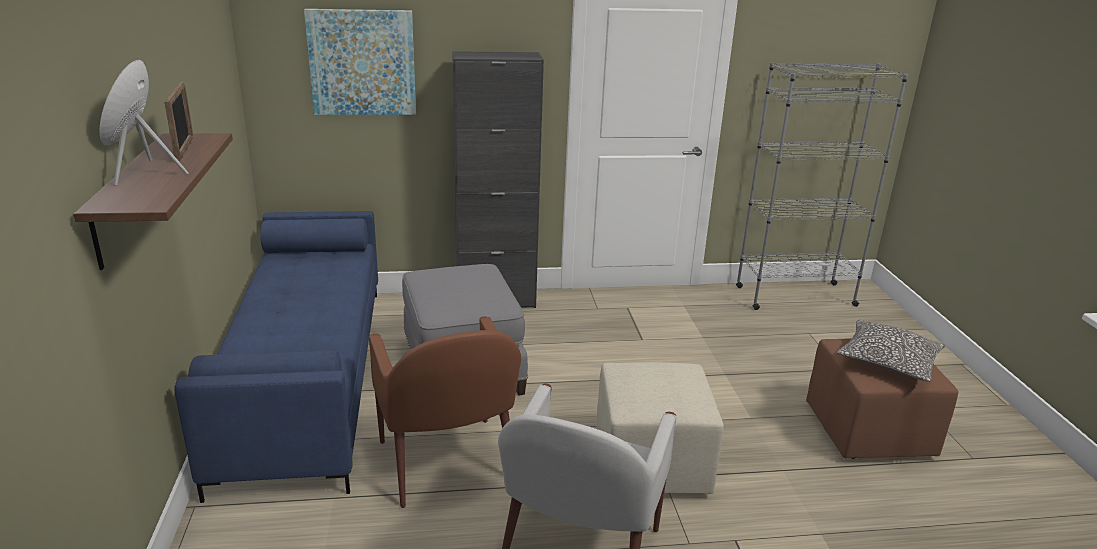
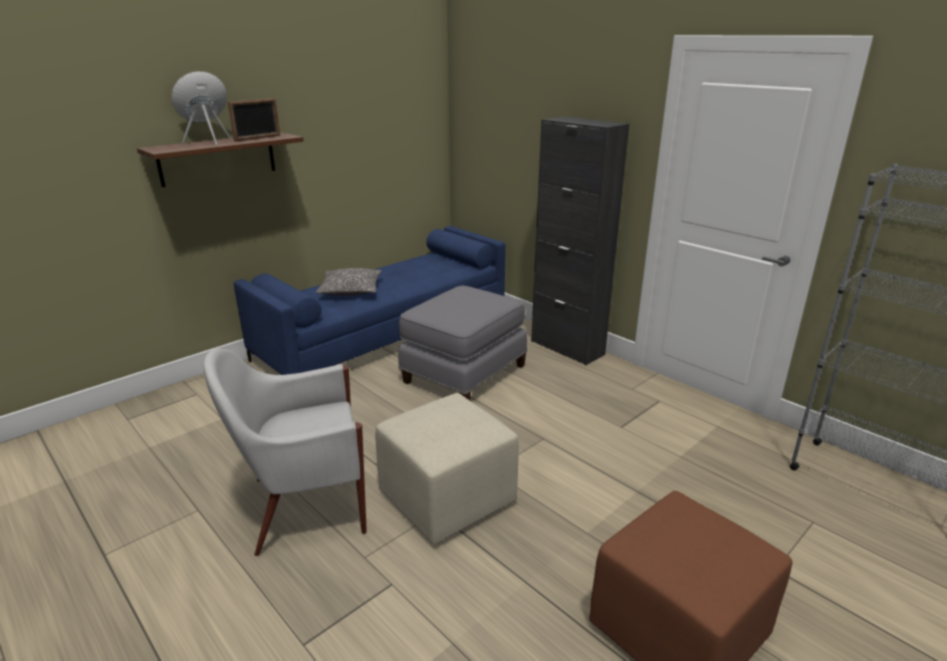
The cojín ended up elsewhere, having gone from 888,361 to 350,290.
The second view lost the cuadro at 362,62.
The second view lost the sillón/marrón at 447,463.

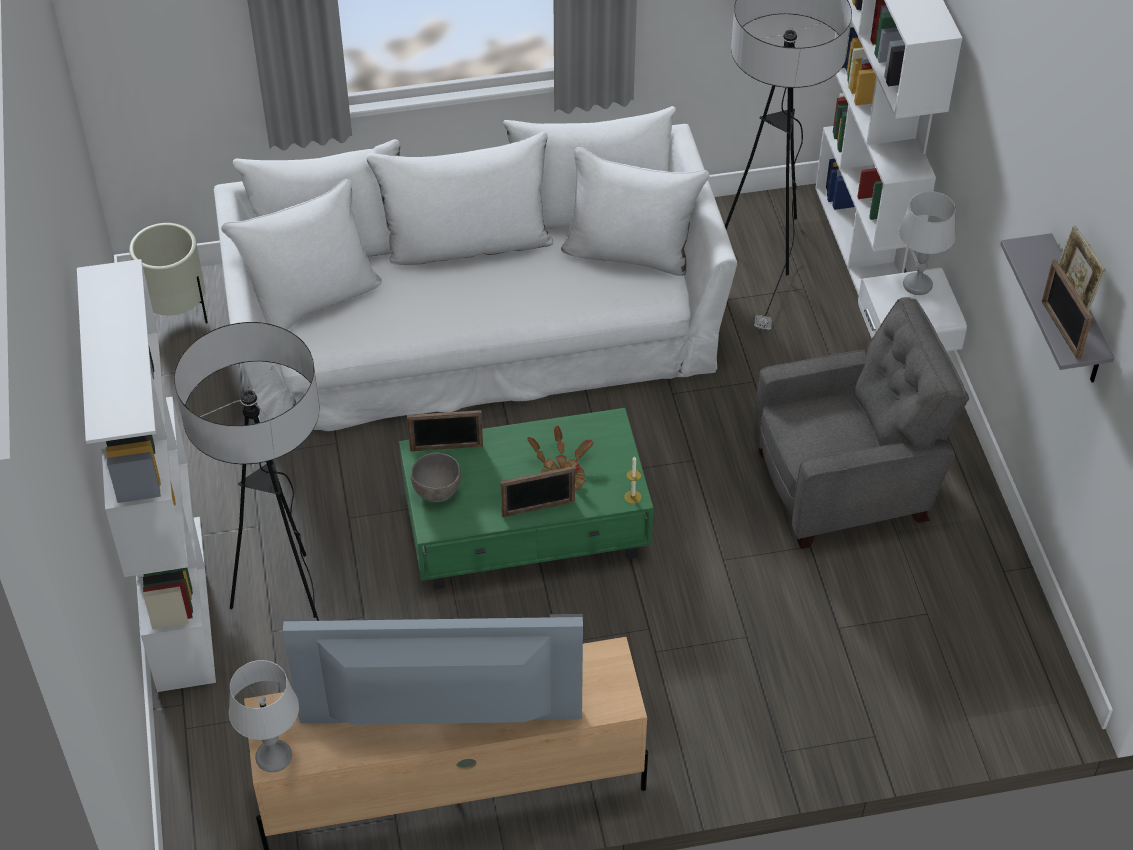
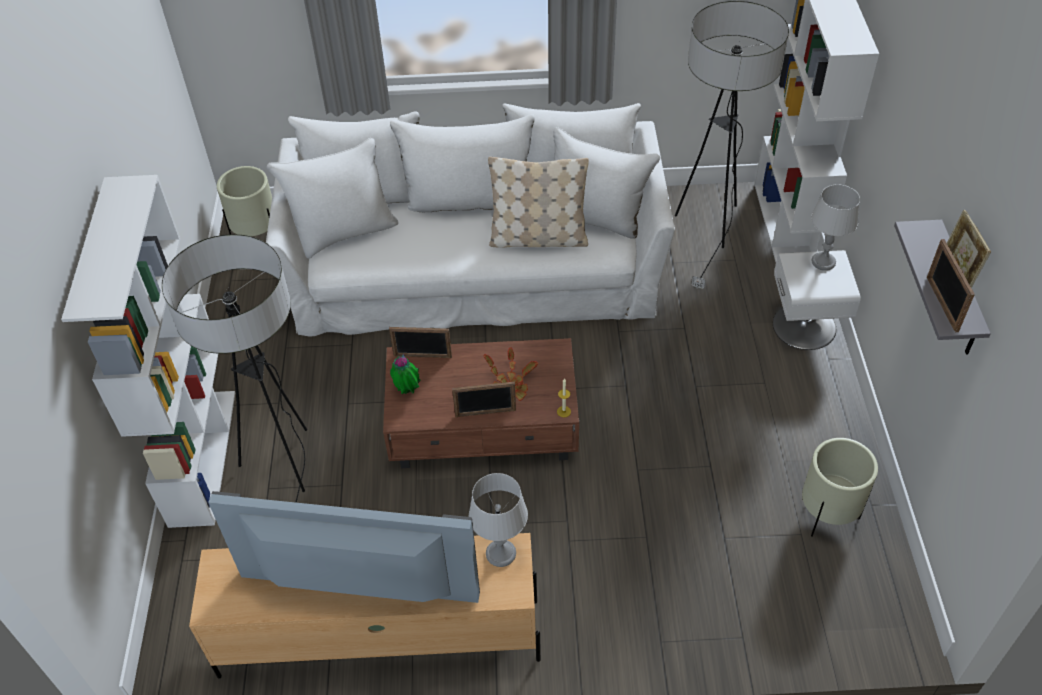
What was the mesa de centro/verde at 528,527 turned into the mesa de centro/marrón at 485,425.
Where the cuenco/gris stood at 436,492, the planta en maceta came to stand at 407,391.
The lámpara de mesa/gris ended up elsewhere, having gone from 273,757 to 500,553.
The second view gained the cojín/beis at 538,238.
The second view gained the maceta/beis at 827,515.
The second view lost the sillón/gris at 847,485.

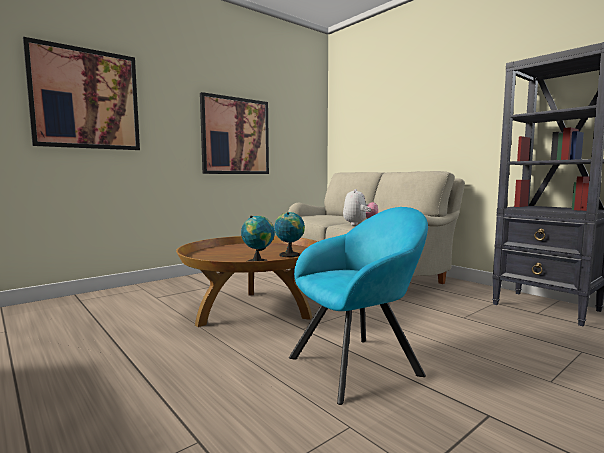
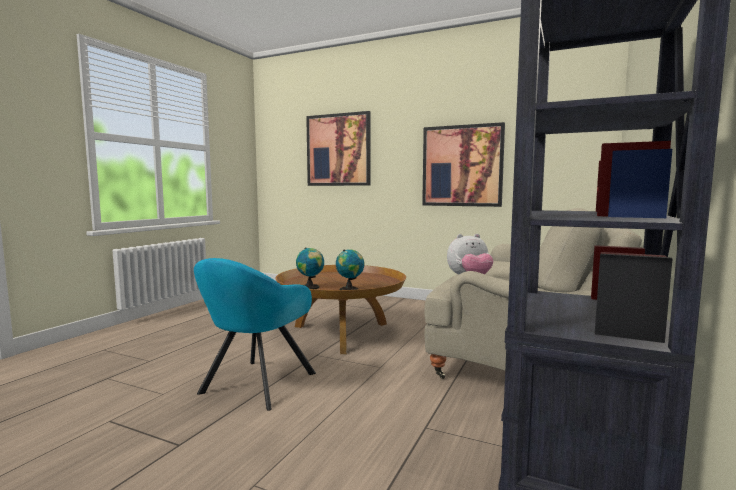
The sillón/turquesa at 360,364 ended up facing another way, 75 degrees clockwise from before.

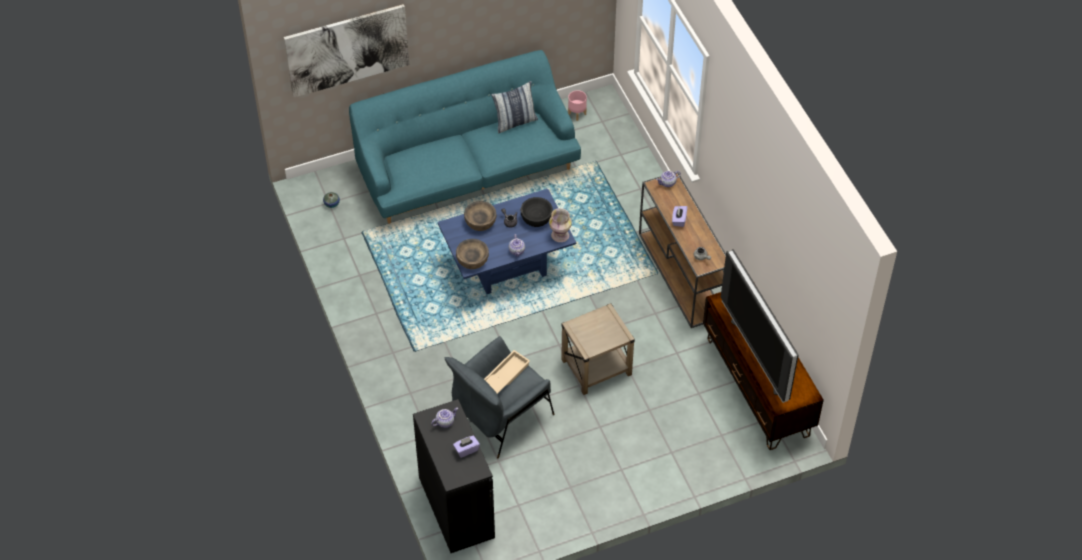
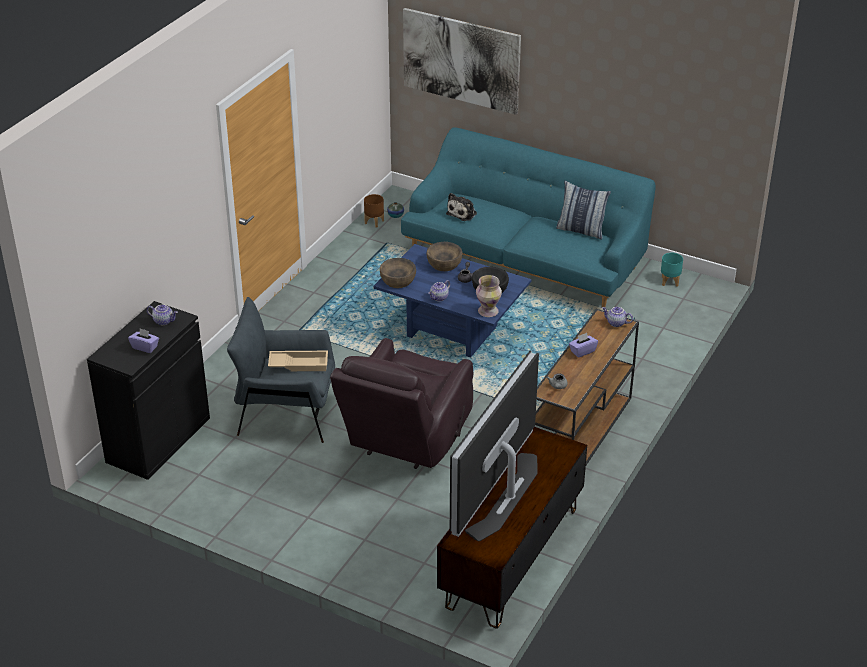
Where the mesa auxiliar/beis stood at 596,367, the sillón/marrón came to stand at 405,439.
The second view gained the maceta/marrón at 374,222.
The second view gained the peluche at 463,213.
What was the maceta/rosa at 576,113 turned into the maceta/turquesa at 670,281.

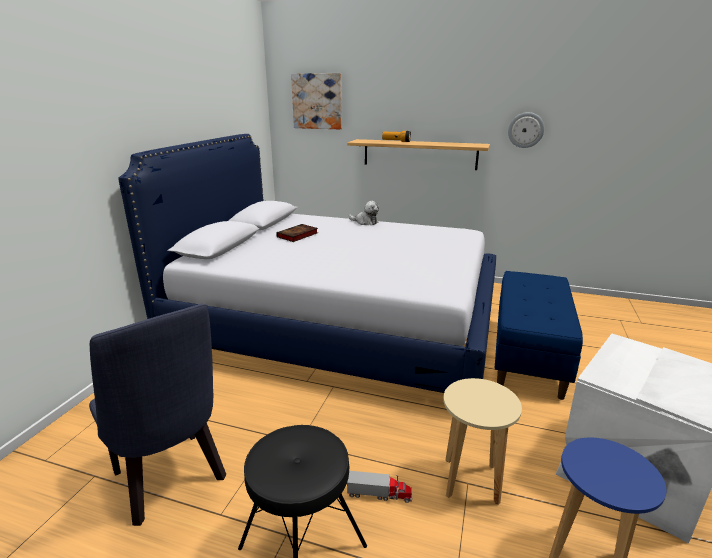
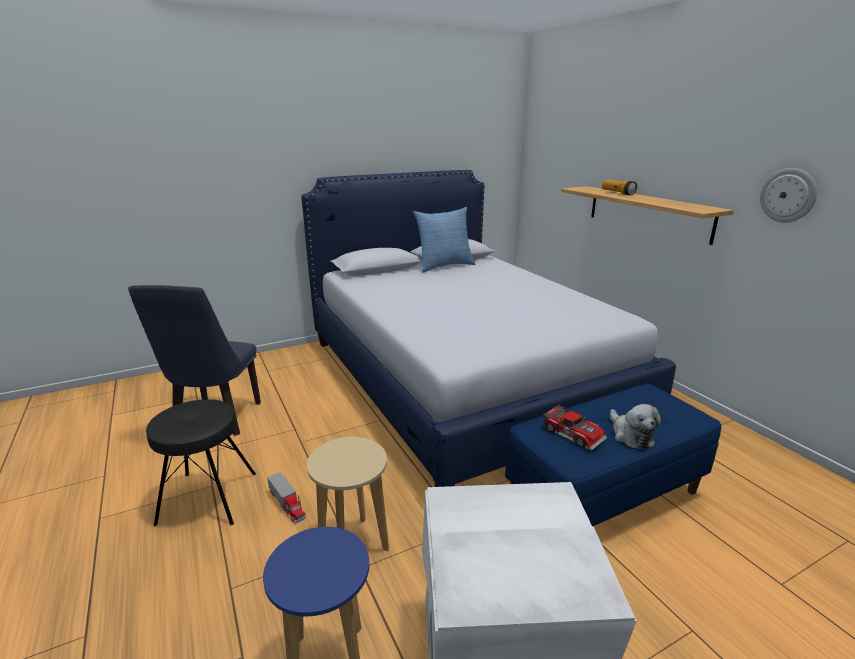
The second view gained the cojín at 444,266.
The second view gained the coche de juguete at 574,433.
The peluche ended up elsewhere, having gone from 365,222 to 630,435.
The second view lost the libro at 297,235.
The second view lost the cuadro at 317,101.

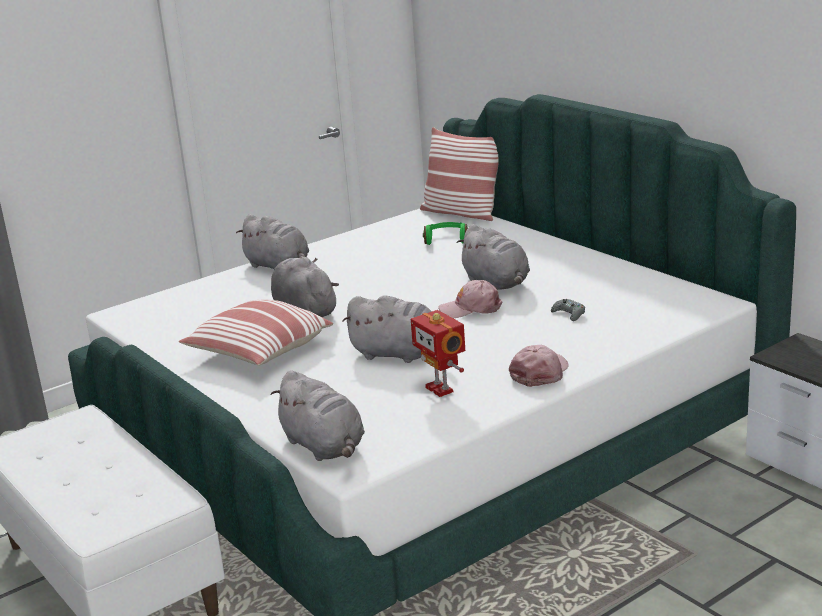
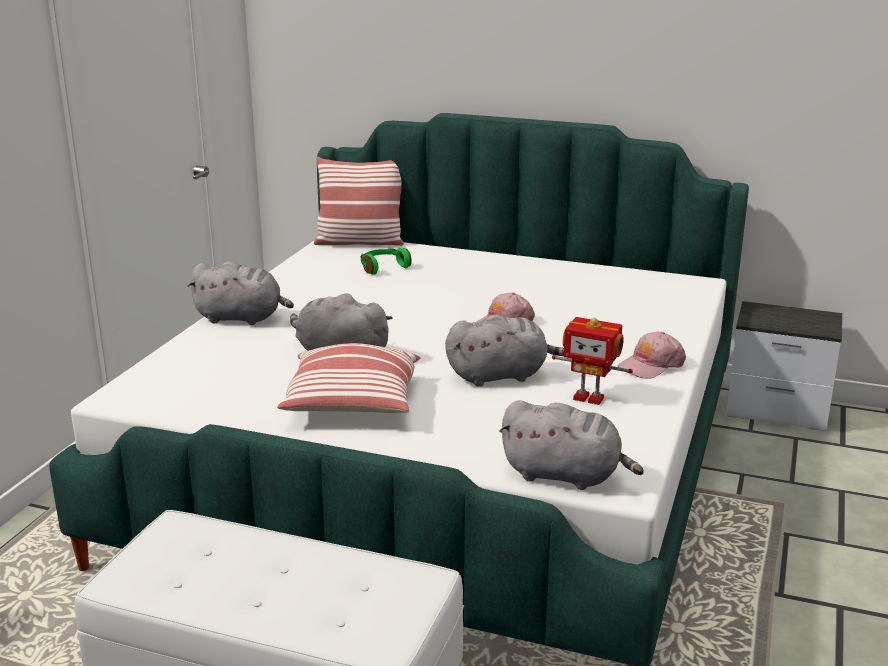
The gorra/rosa at 540,372 ended up facing another way, 120 degrees counterclockwise from before.
The second view lost the peluche/gris at 497,283.
The second view lost the mando de consola/gris at 569,314.

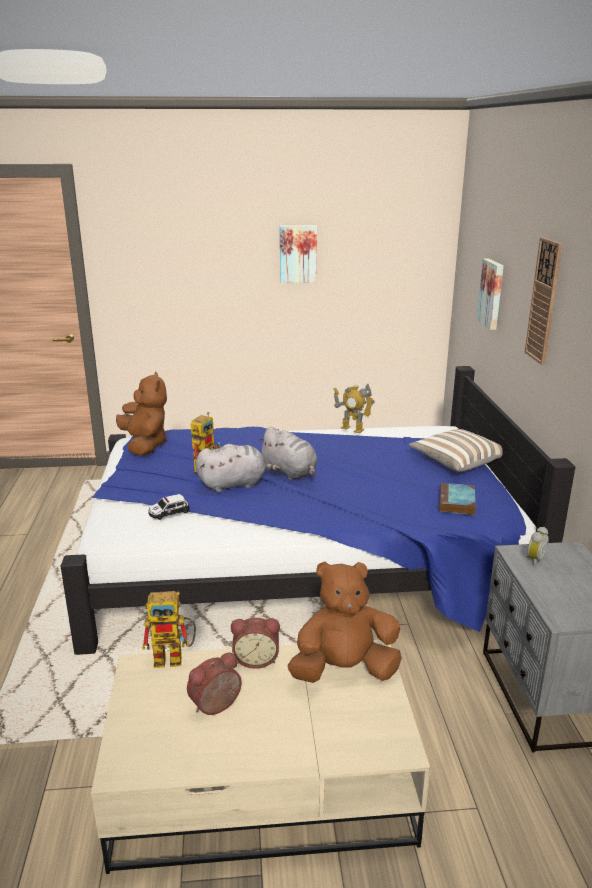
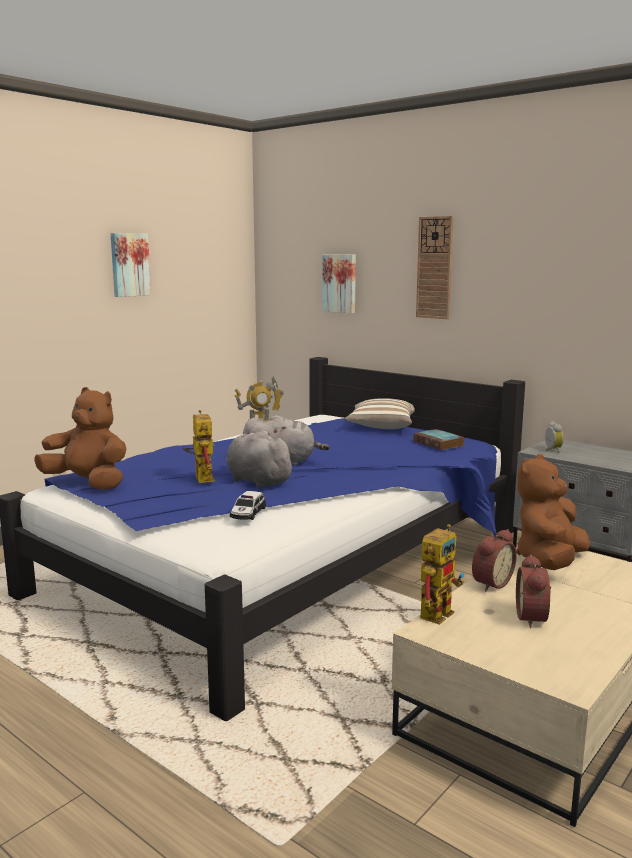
The peluche/gris at 235,484 ended up facing another way, 75 degrees counterclockwise from before.

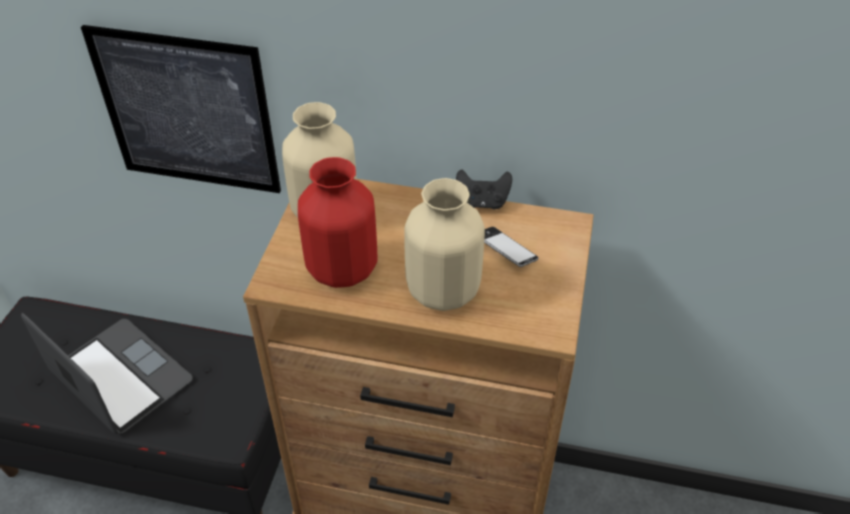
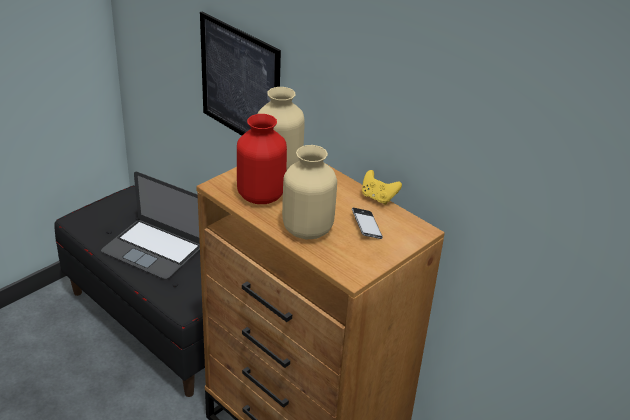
The portátil at 120,376 ended up facing another way, 135 degrees clockwise from before.
What was the mando de consola/negro at 482,202 turned into the mando de consola/amarillo at 378,198.

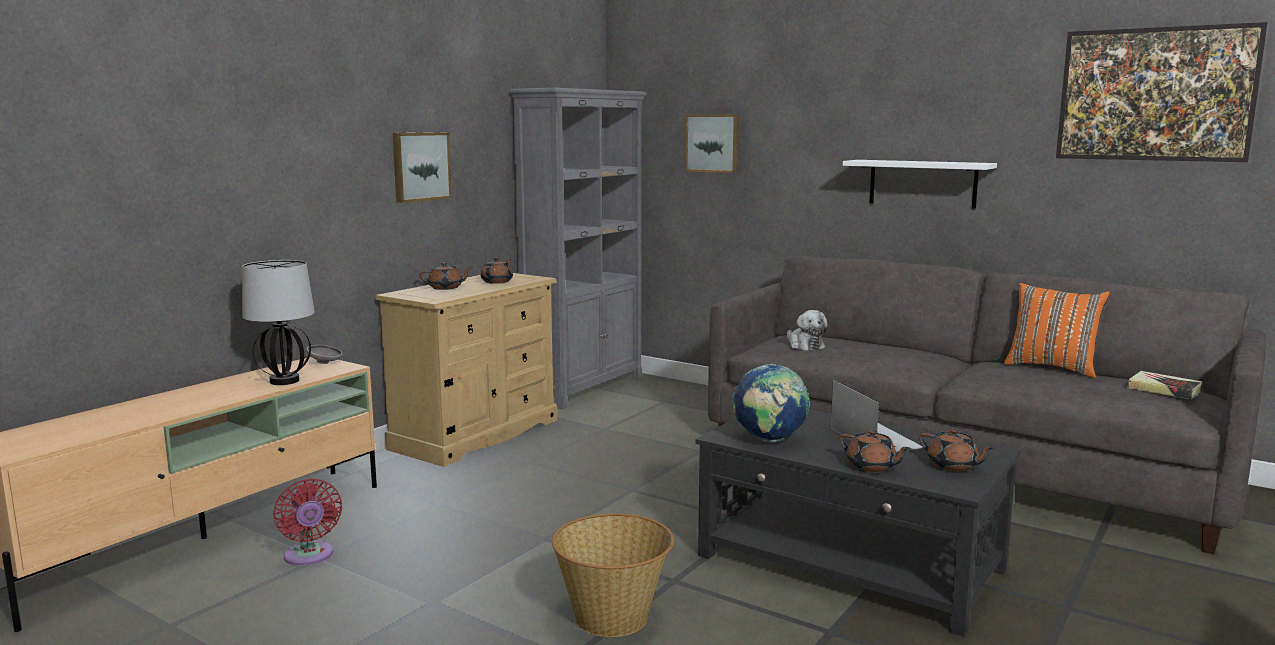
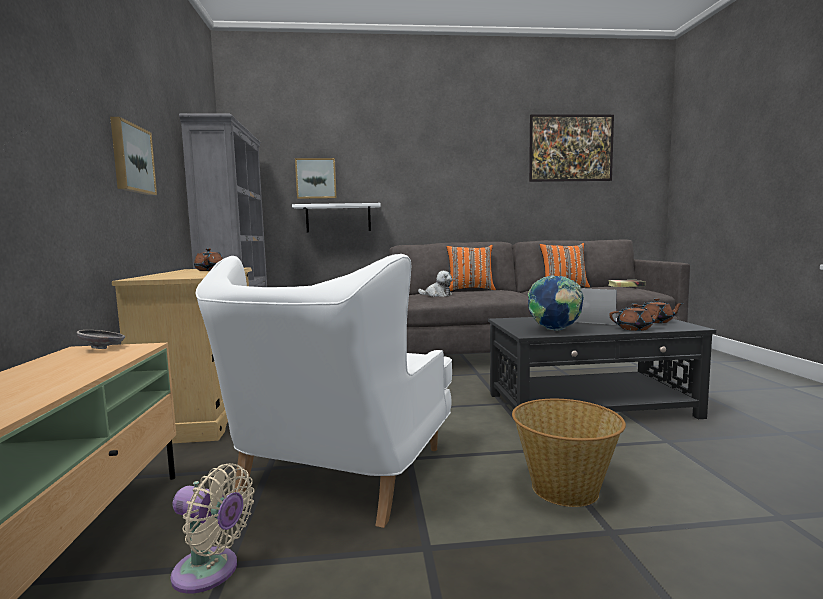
What was the ventilador/rojo at 309,556 turned into the ventilador/beis at 210,572.
The second view gained the sillón/blanco at 340,473.
The estante/blanco ended up elsewhere, having gone from 922,183 to 338,218.
The second view gained the cojín/naranja at 470,290.
The second view lost the lámpara de mesa at 283,381.
The second view lost the tetera/marrón at 446,288.

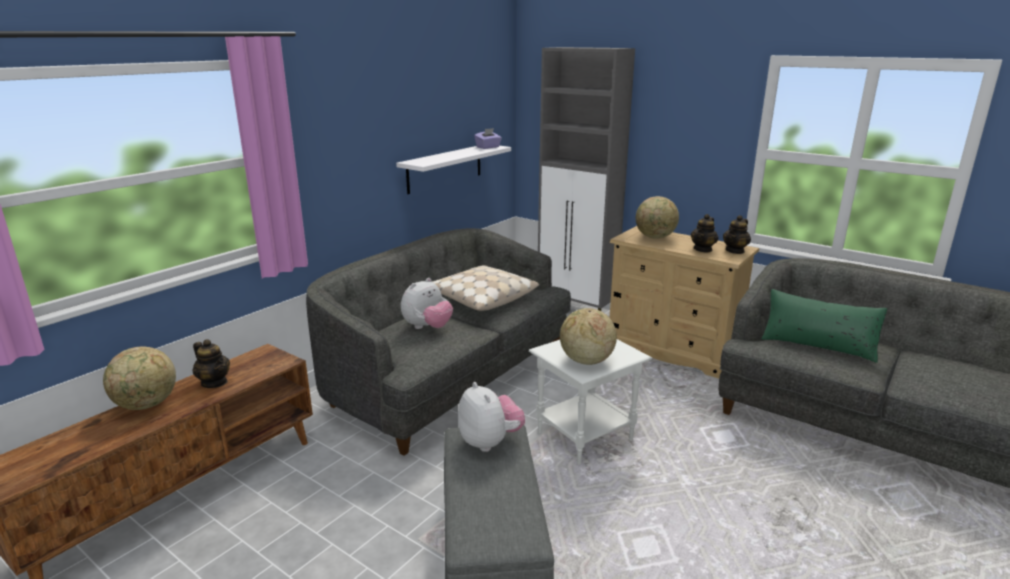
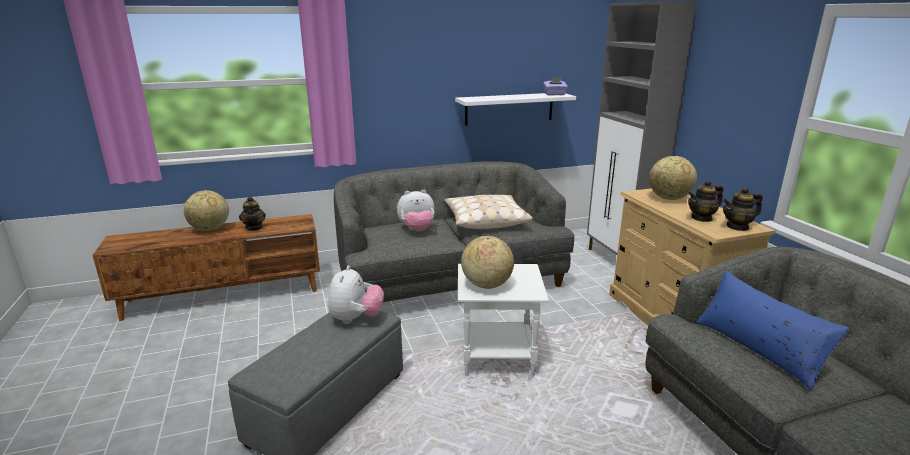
What was the cojín/verde at 818,345 turned into the cojín/azul at 758,348.

